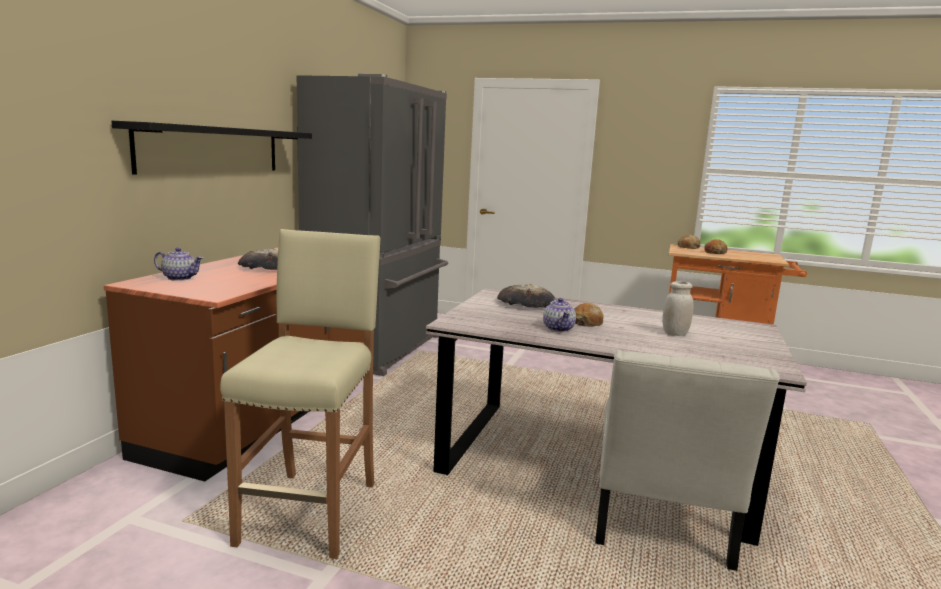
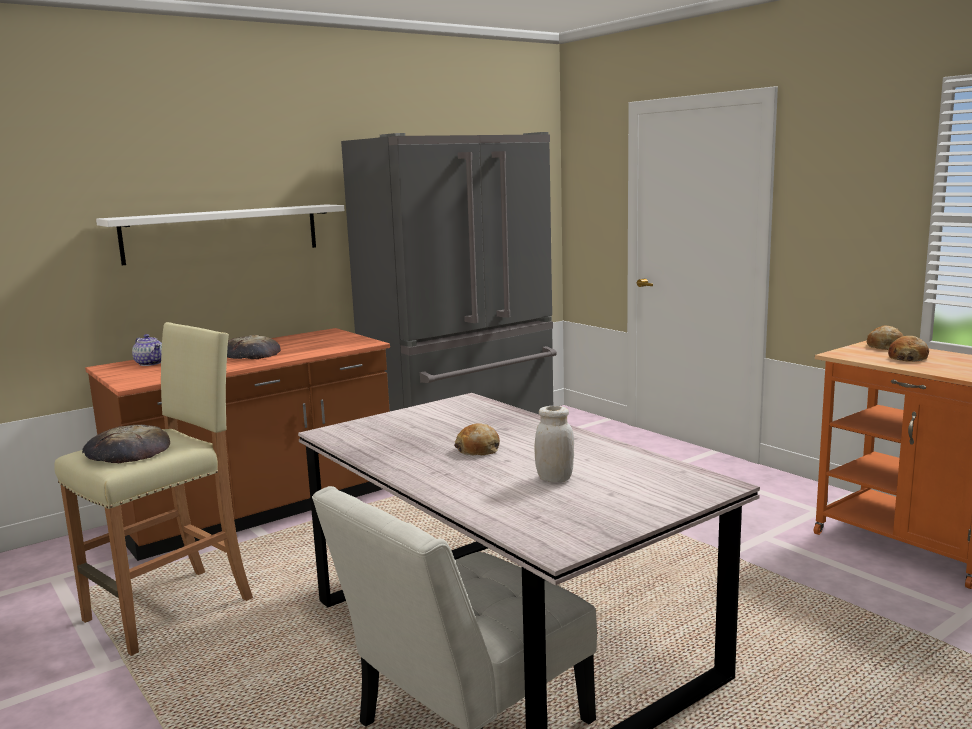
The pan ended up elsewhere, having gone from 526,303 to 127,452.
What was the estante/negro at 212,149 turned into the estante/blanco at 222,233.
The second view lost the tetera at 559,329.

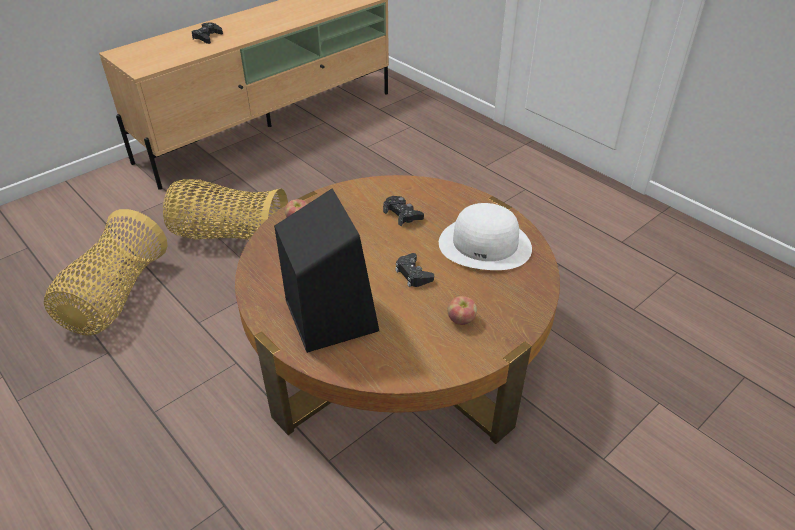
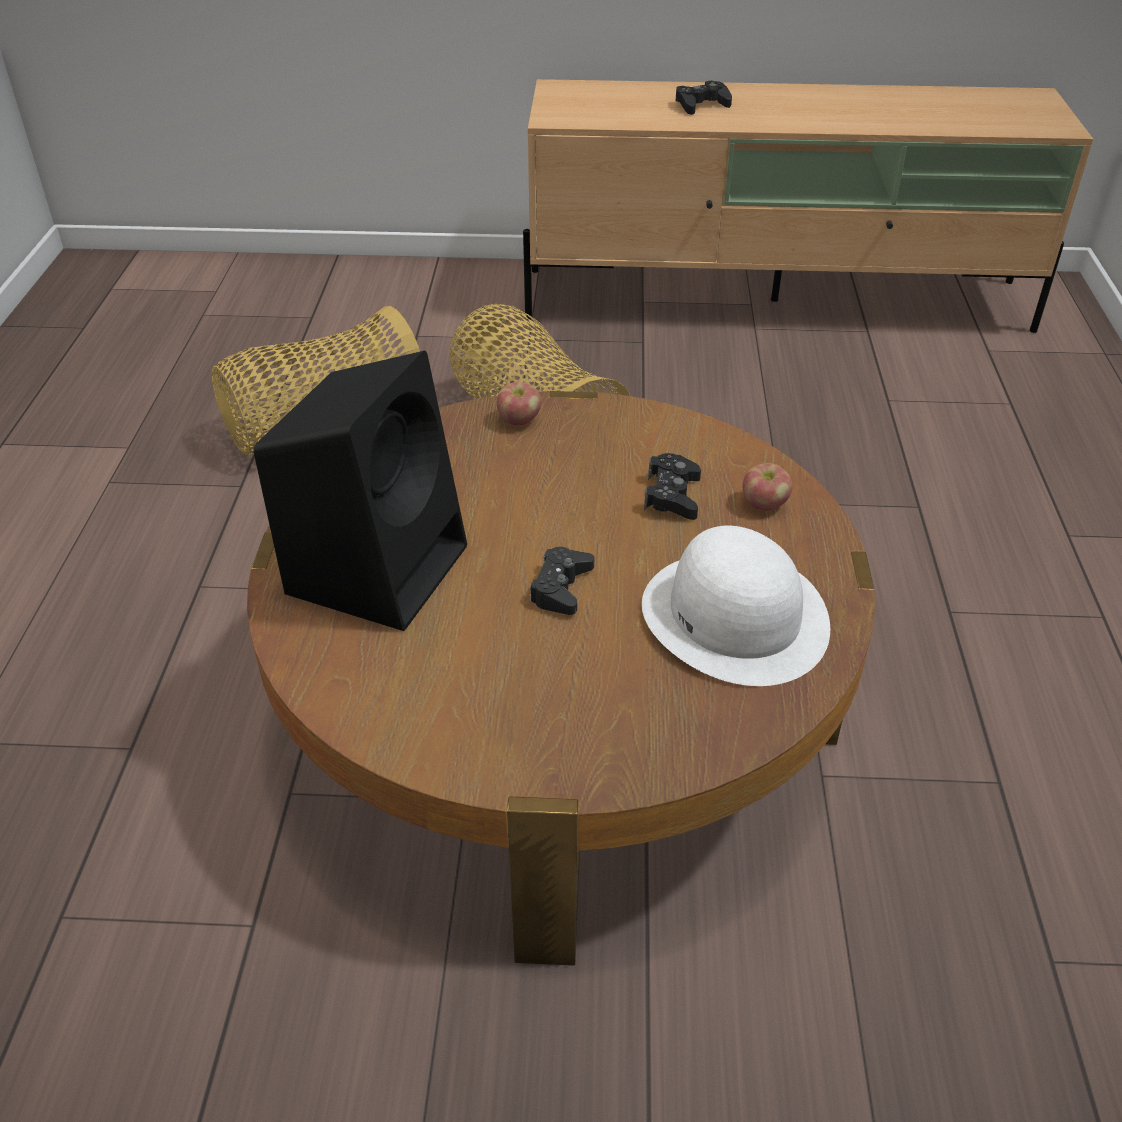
The manzana ended up elsewhere, having gone from 461,320 to 764,504.

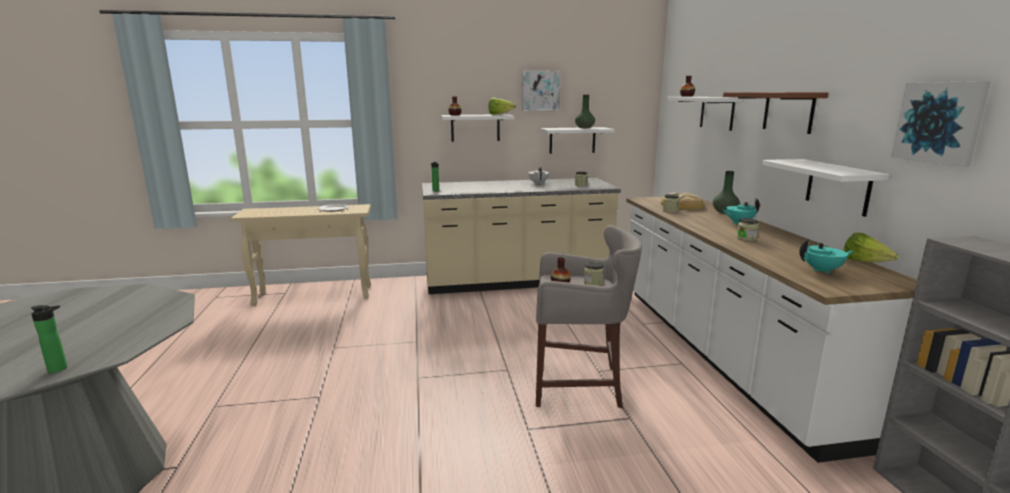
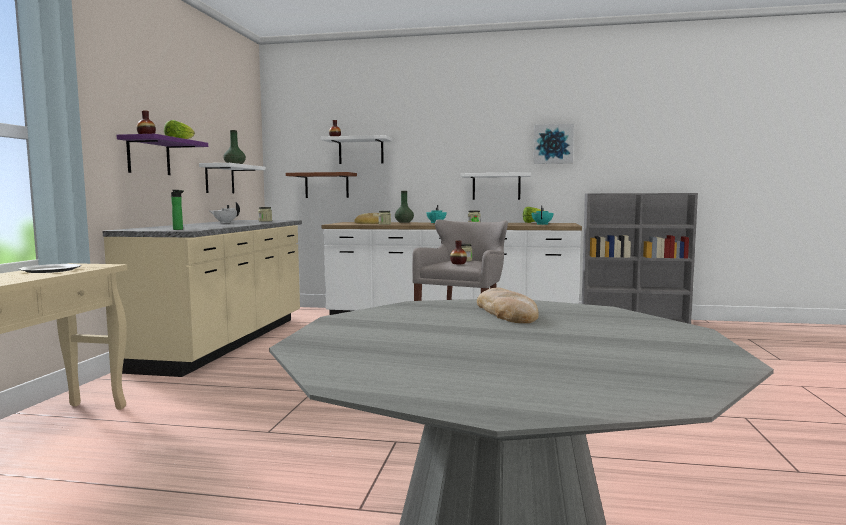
What was the estante/blanco at 475,128 turned into the estante/morado at 148,156.
The estante/marrón ended up elsewhere, having gone from 788,111 to 326,185.
The second view gained the pan at 507,313.
The second view lost the botella at 60,369.
The second view lost the cuadro at 540,90.

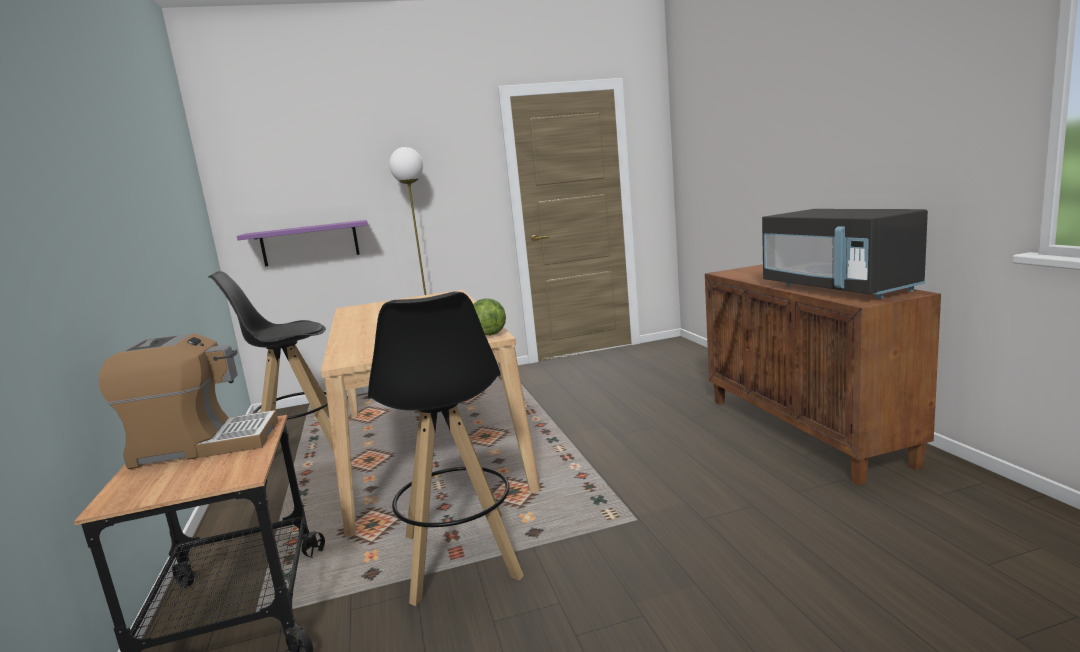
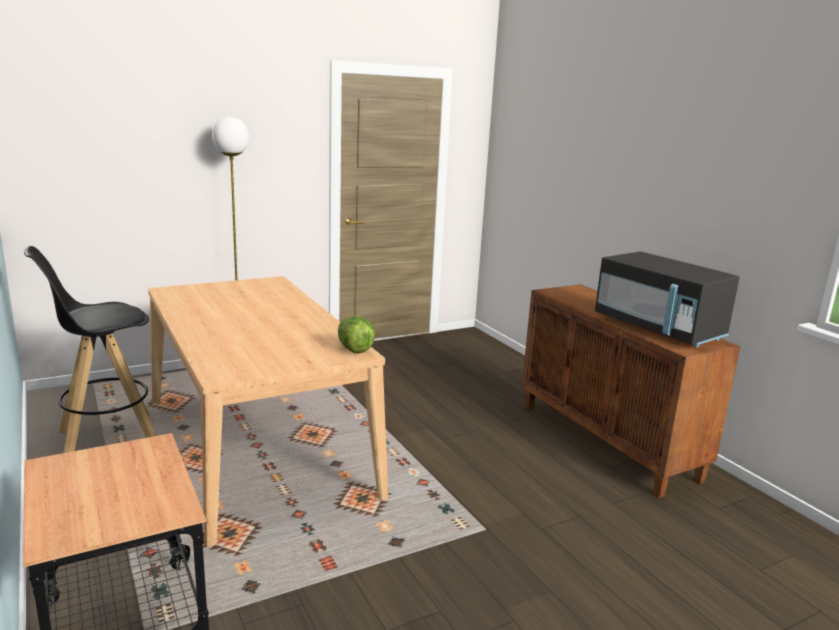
The second view lost the cafetera at 204,444.
The second view lost the estante/morado at 310,243.
The second view lost the taburete/negro at 460,557.

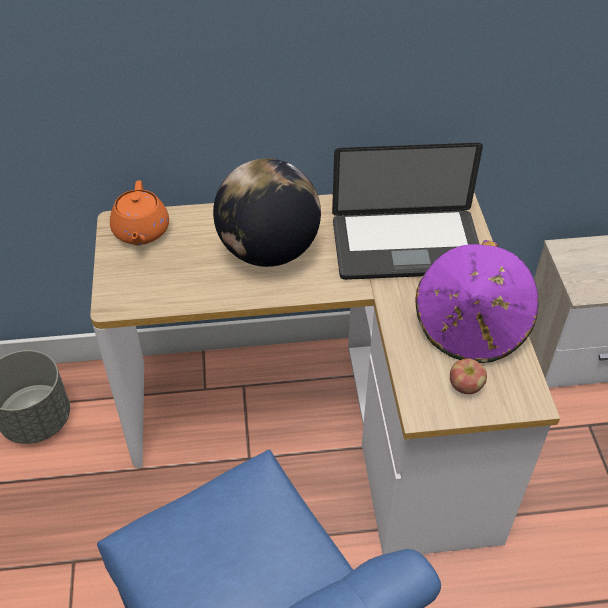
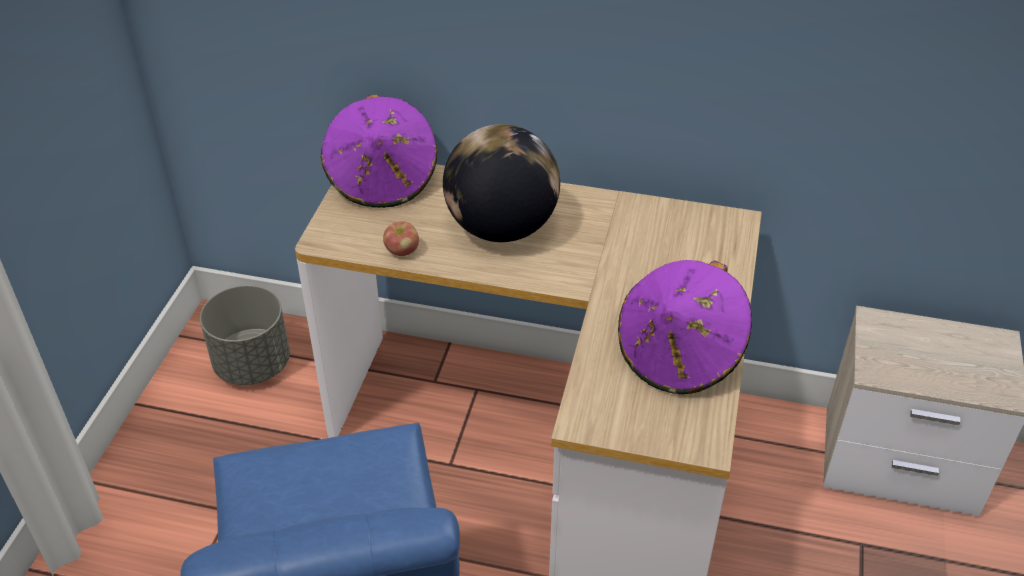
Where the tetera/naranja stood at 141,232, the sombrero/morado came to stand at 382,180.
The manzana ended up elsewhere, having gone from 465,386 to 402,251.
The second view lost the portátil at 406,246.

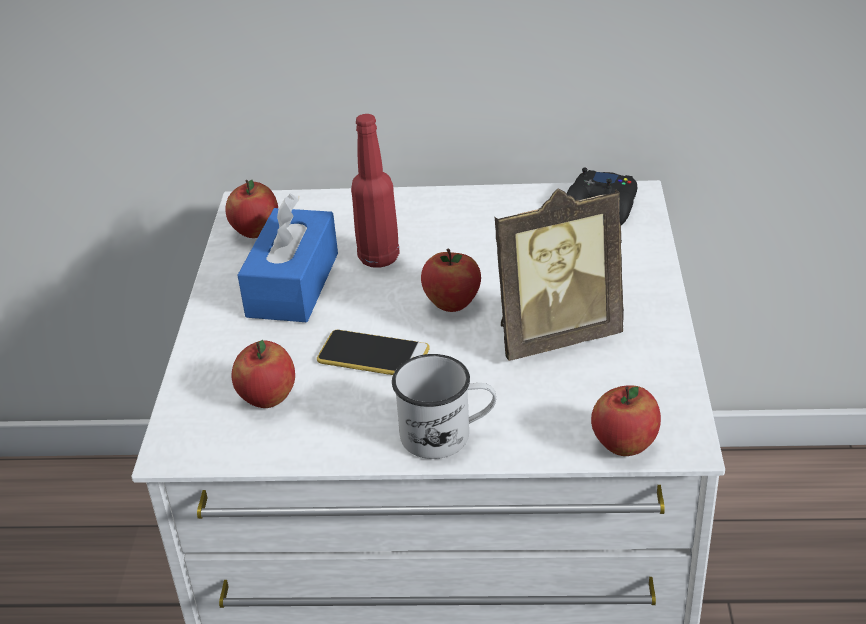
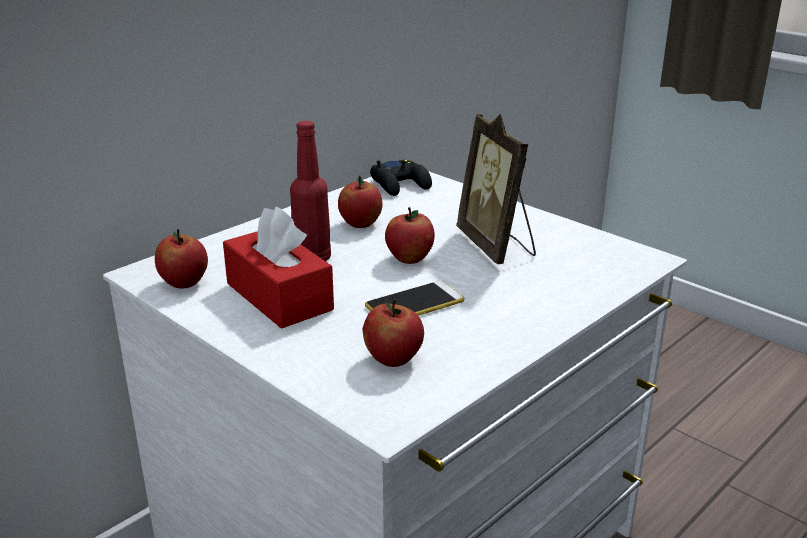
What was the caja de pañuelos/azul at 293,284 turned into the caja de pañuelos/rojo at 279,296.
The manzana ended up elsewhere, having gone from 624,445 to 360,224.
The portarretratos at 554,335 ended up facing another way, 135 degrees clockwise from before.
The second view lost the taza grande/blanco at 447,434.

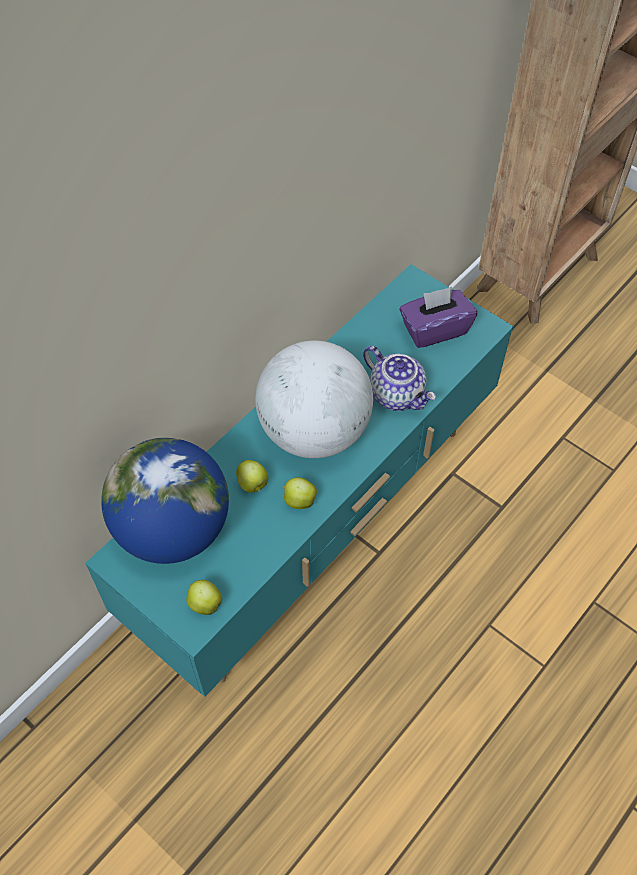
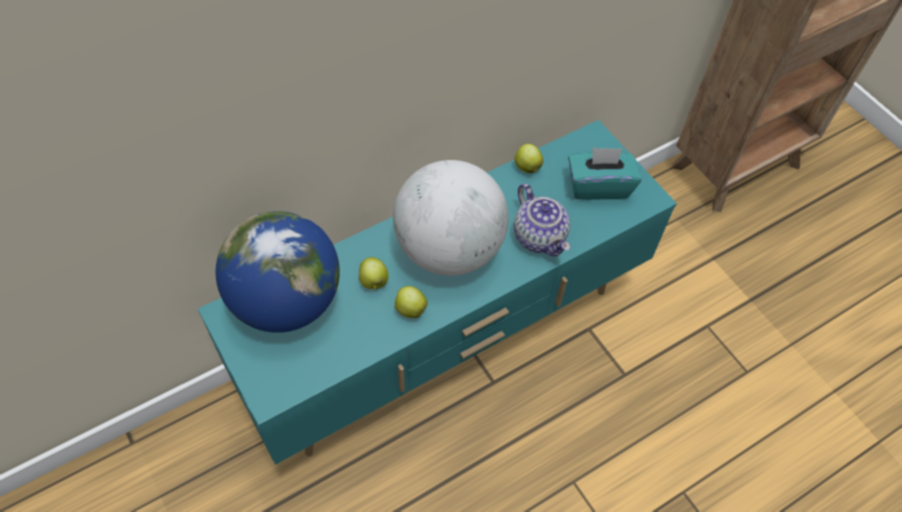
The manzana ended up elsewhere, having gone from 204,603 to 526,167.
What was the caja de pañuelos/morado at 434,329 turned into the caja de pañuelos/turquesa at 598,186.

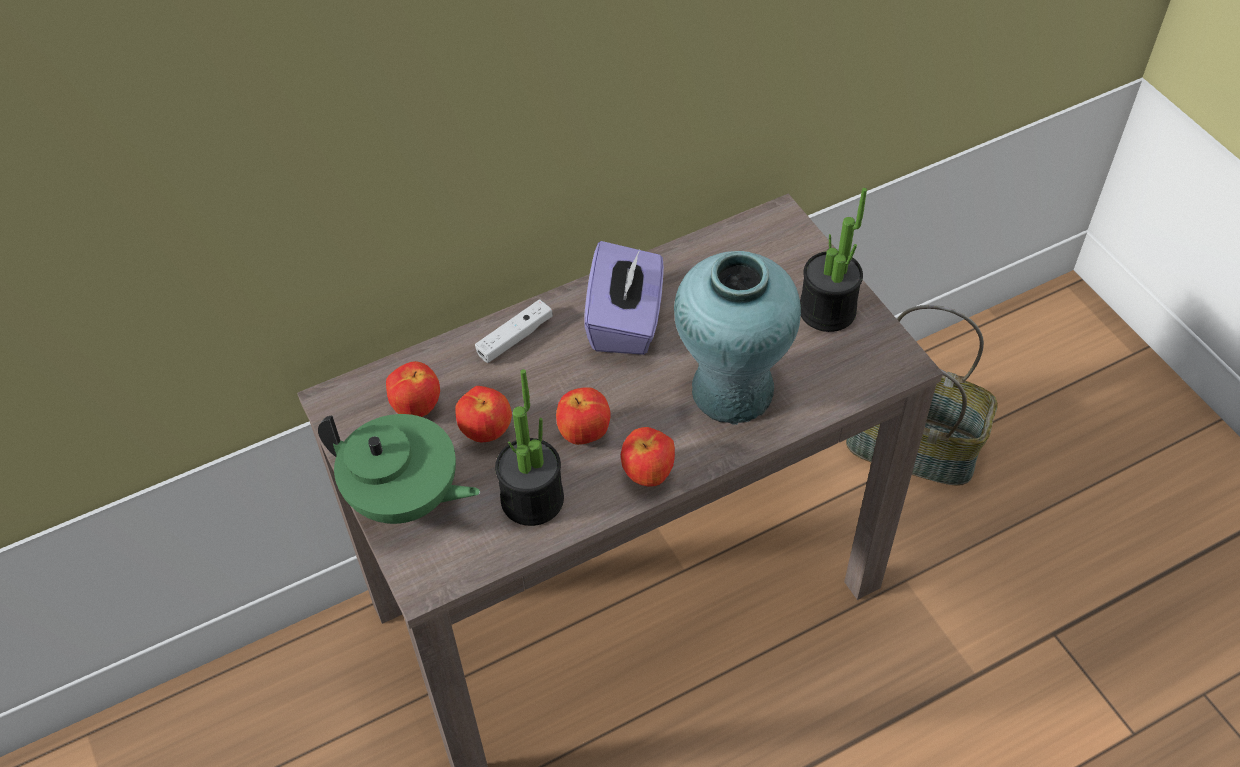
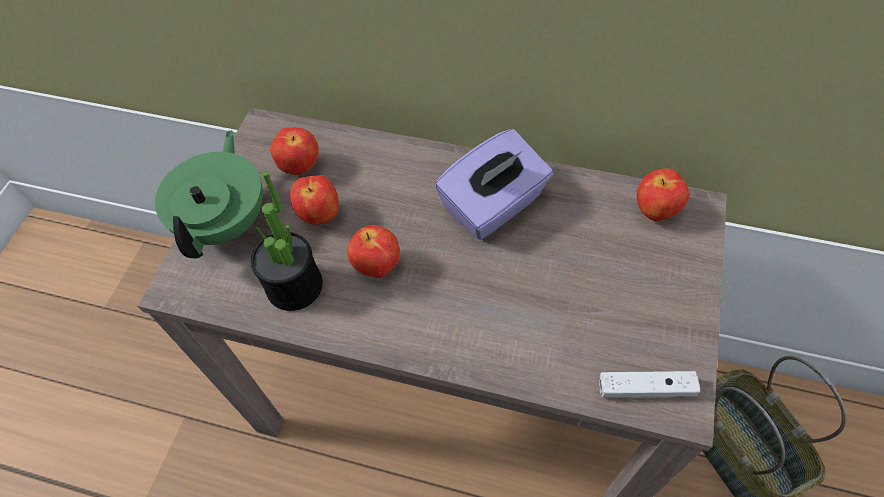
The tetera/verde at 405,499 ended up facing another way, 150 degrees counterclockwise from before.
The mando de consola/blanco ended up elsewhere, having gone from 515,338 to 645,389.
The manzana ended up elsewhere, having gone from 648,475 to 655,211.
The second view lost the florero/turquesa at 731,390.
The second view lost the planta en maceta at 827,310.

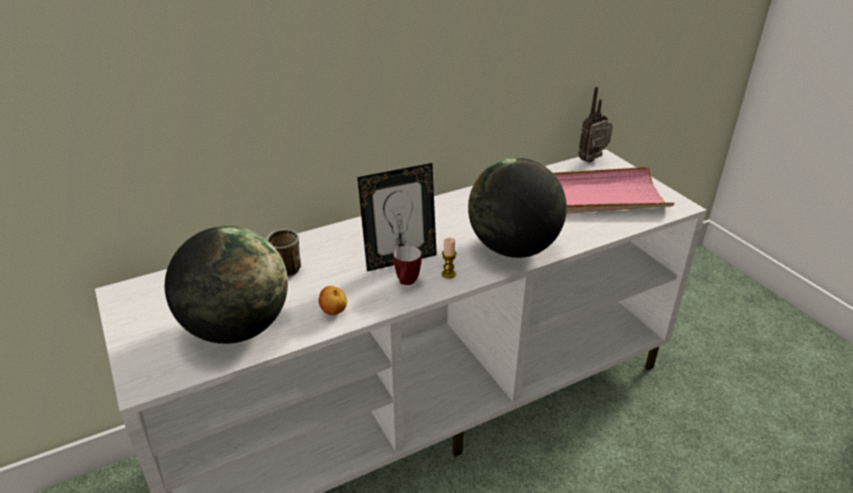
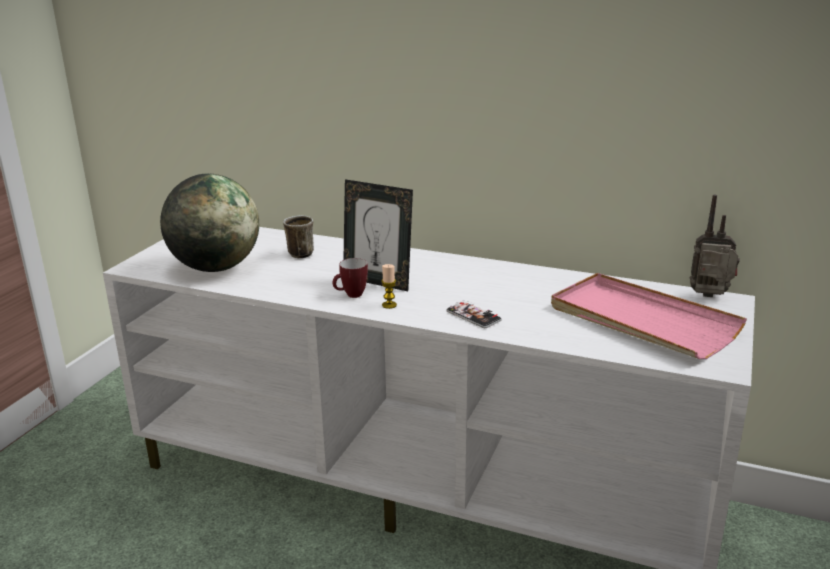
Where the globo terráqueo stood at 513,249, the móvil came to stand at 473,316.
The second view lost the manzana at 334,312.

